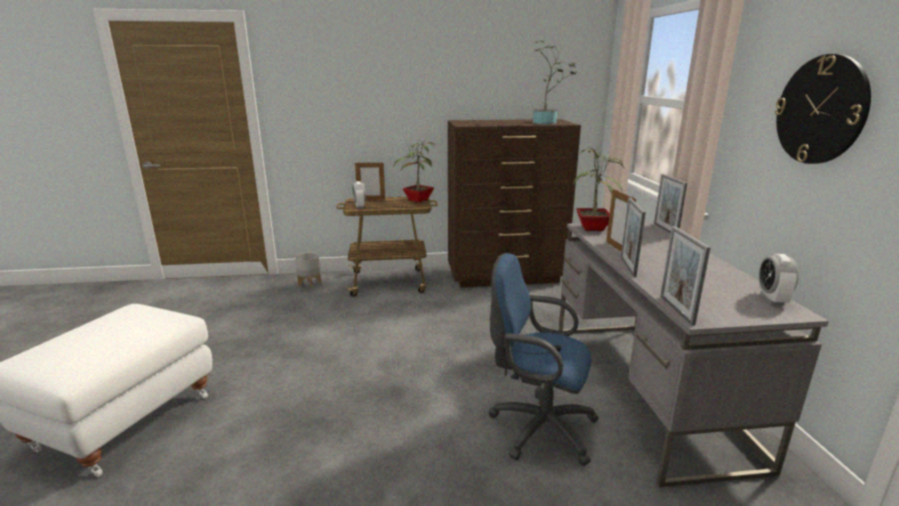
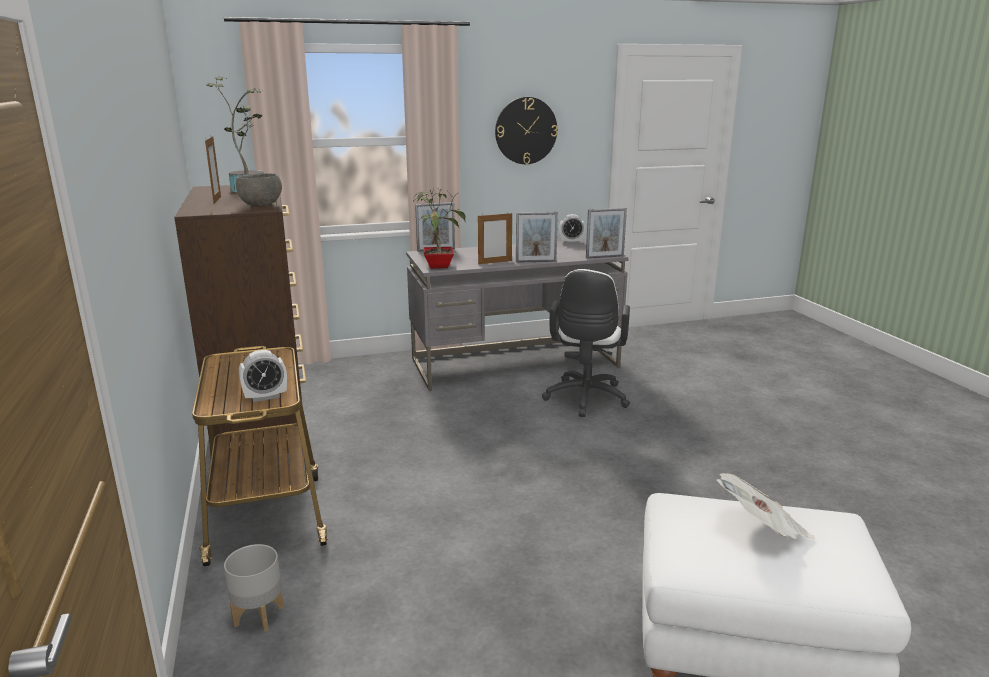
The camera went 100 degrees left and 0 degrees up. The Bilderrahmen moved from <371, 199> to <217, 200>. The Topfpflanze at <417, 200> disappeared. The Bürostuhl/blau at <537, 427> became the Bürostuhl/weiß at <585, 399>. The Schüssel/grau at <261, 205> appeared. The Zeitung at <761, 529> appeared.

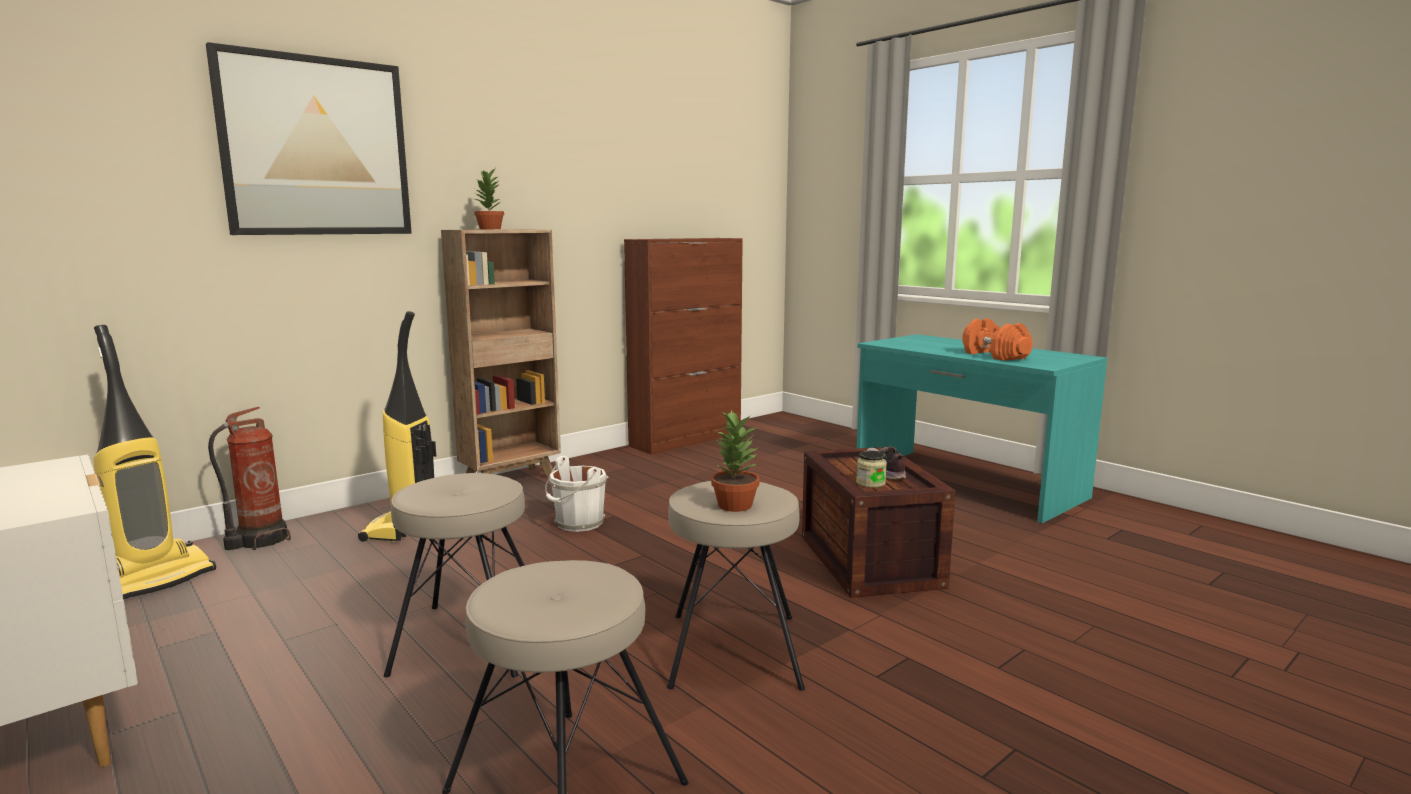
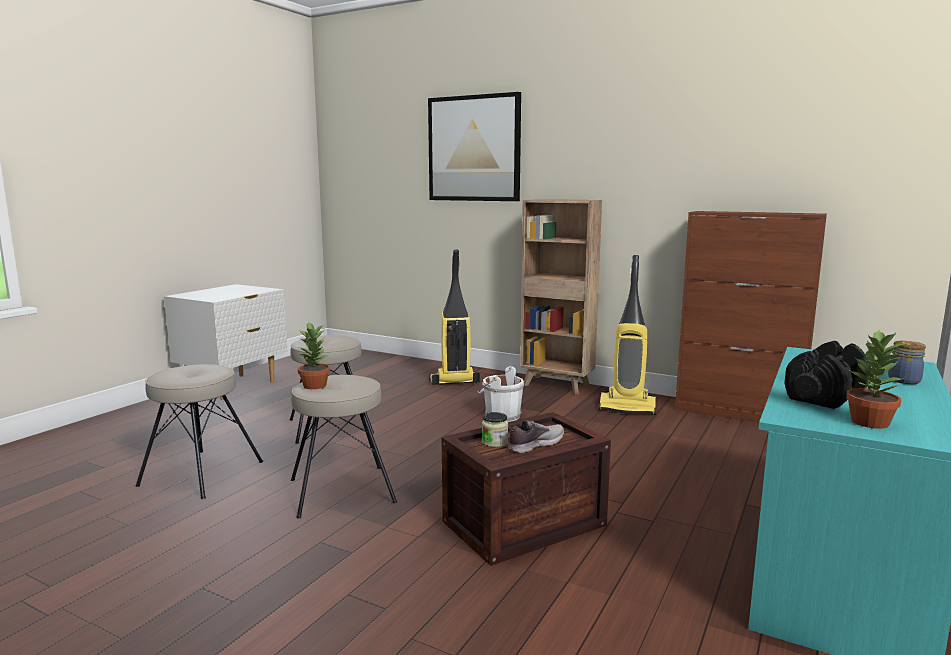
The camera went 70 degrees right and 0 degrees up. The Staubsauger moved from <155, 579> to <628, 408>. The Feuerlöscher at <259, 541> disappeared. The Topfpflanze moved from <490, 229> to <869, 422>. The Hantel/orange at <994, 355> became the Hantel/schwarz at <824, 395>. The Vorratsglas at <904, 380> appeared.

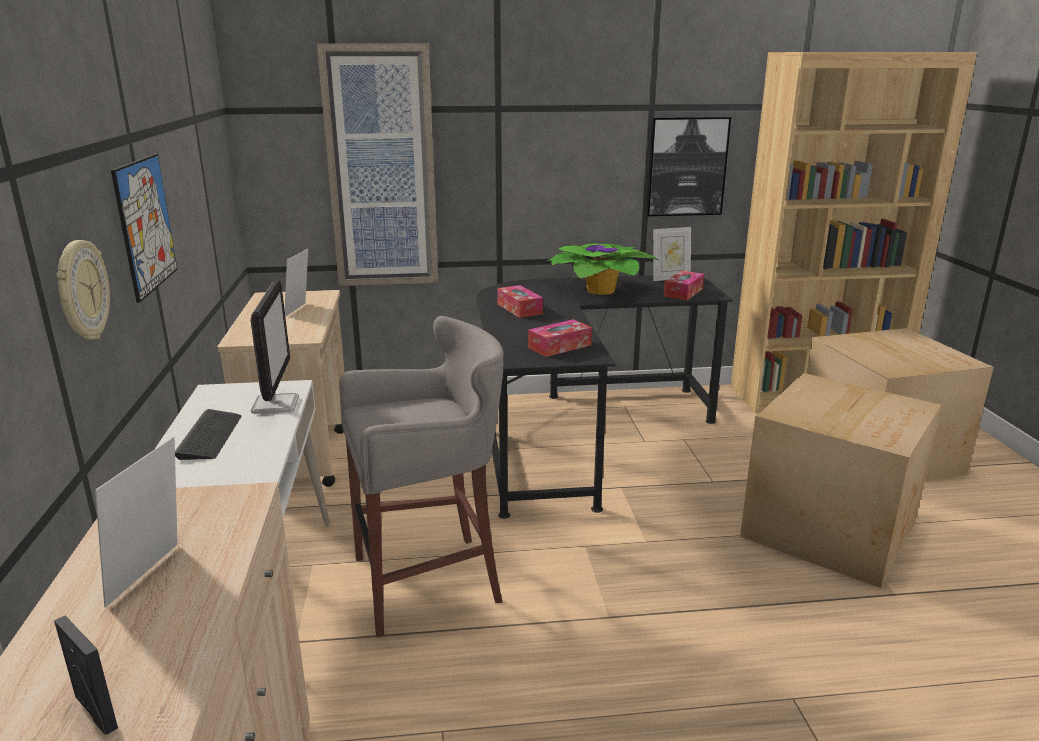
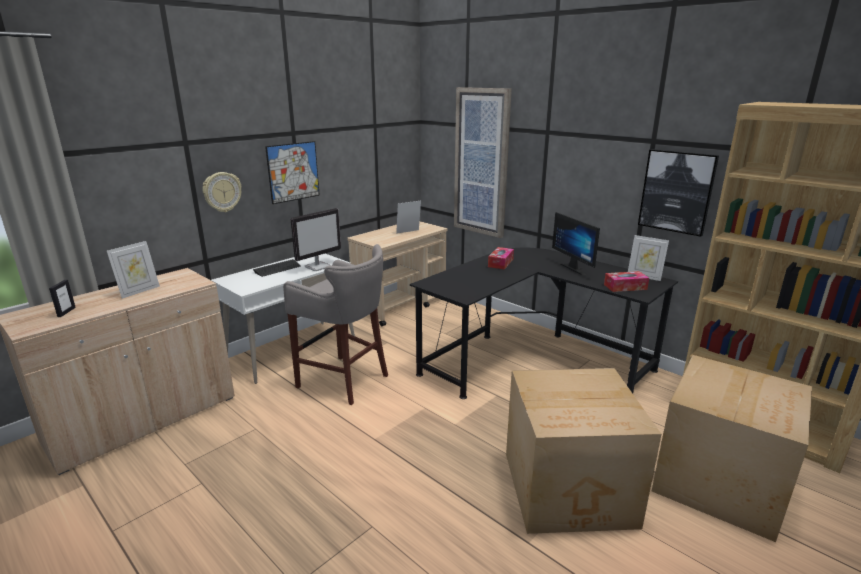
The camera went 50 degrees right and 0 degrees up. The Bilderrahmen at <152, 575> turned 150 degrees clockwise. The Taschentuchbox at <559, 346> disappeared. The Topfpflanze at <601, 290> was replaced by the Monitor at <576, 268>.

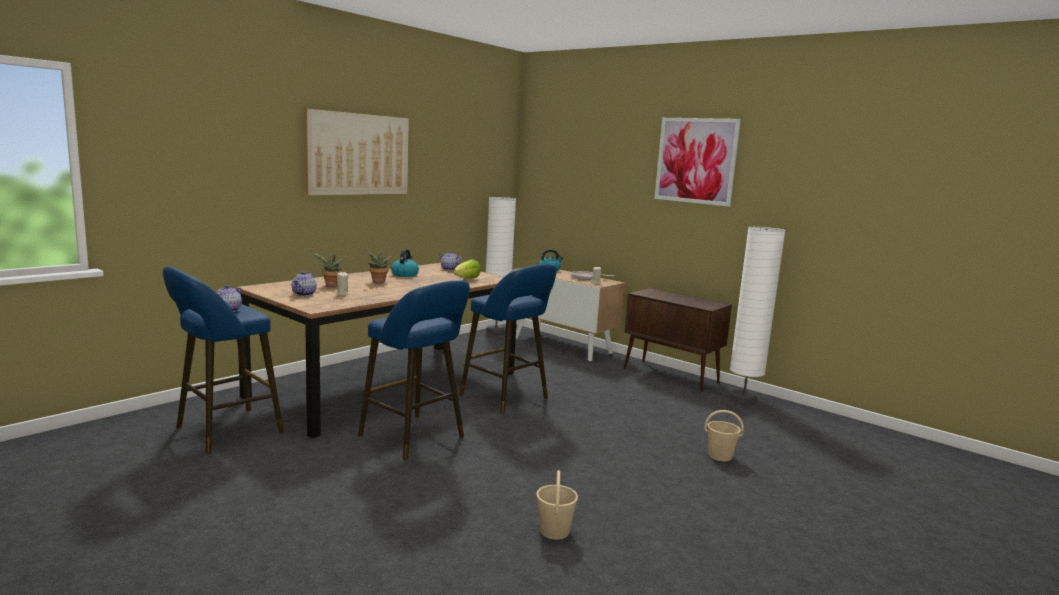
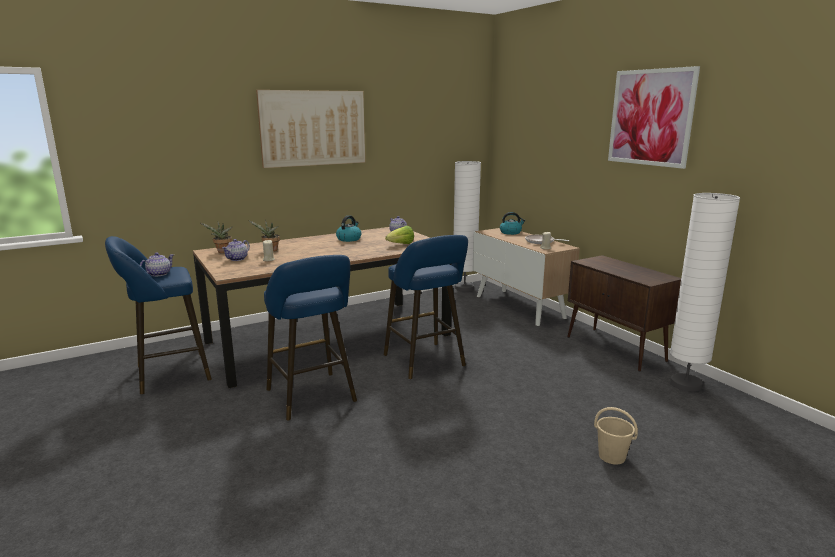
The camera went 20 degrees right and 5 degrees up. The Topfpflanze moved from <378, 282> to <222, 252>. The Eimer/beige at <554, 531> disappeared.

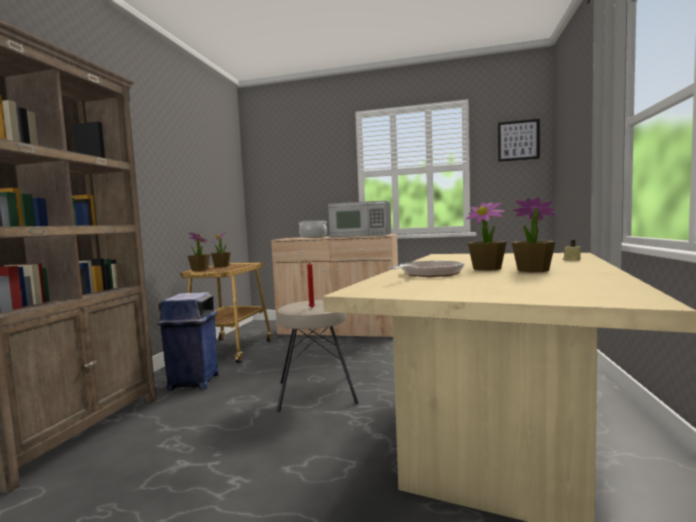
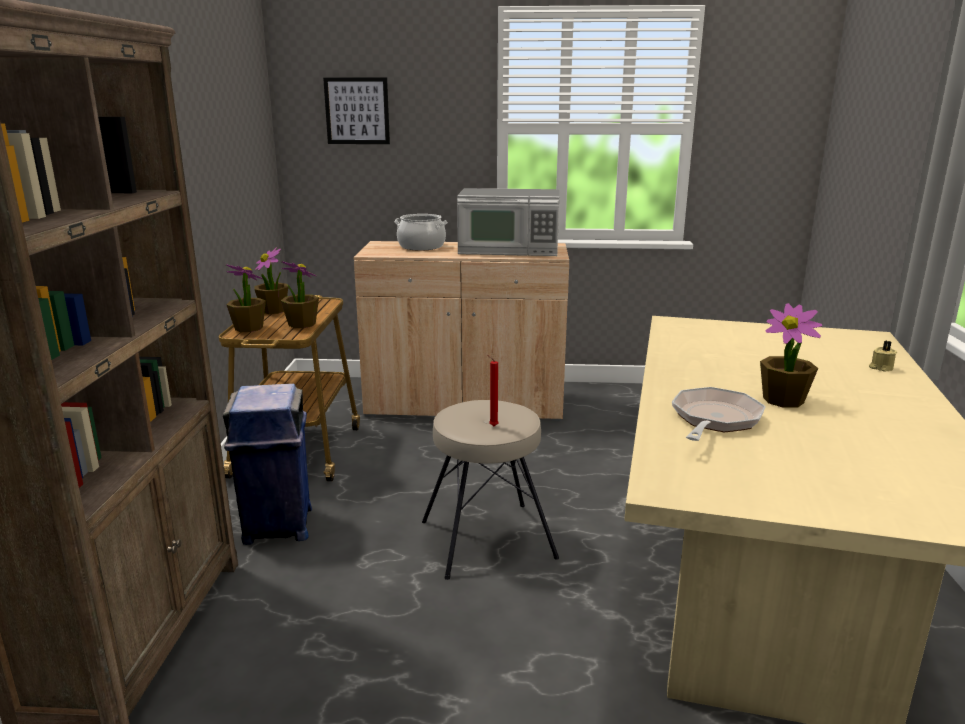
The camera went 10 degrees left and 15 degrees up. The Bild moved from <518, 140> to <357, 111>. The Topfpflanze moved from <532, 270> to <301, 324>.

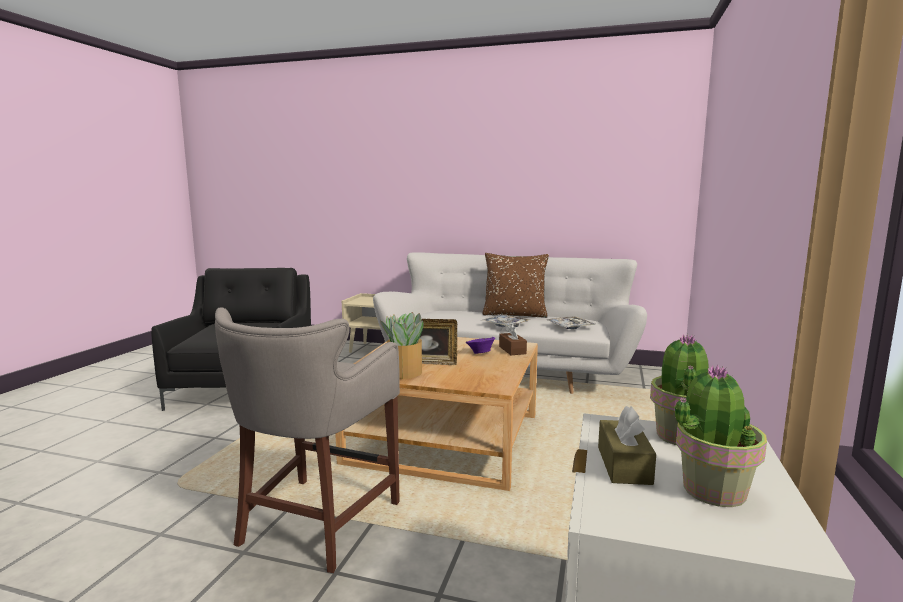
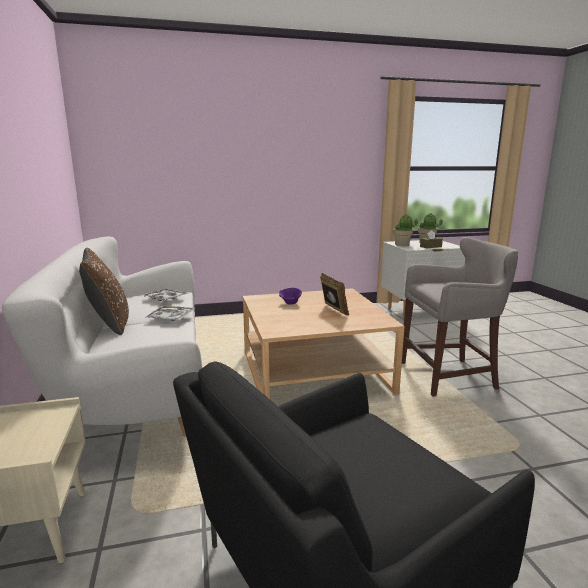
The camera went 120 degrees left and 5 degrees up. The Topfpflanze at <403, 373> disappeared. The Taschentuchbox/braun at <512, 350> disappeared.

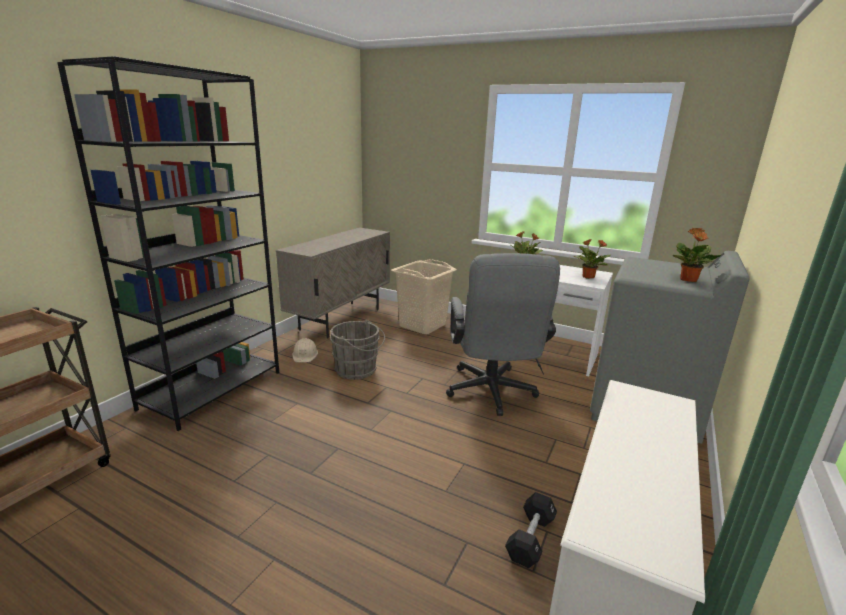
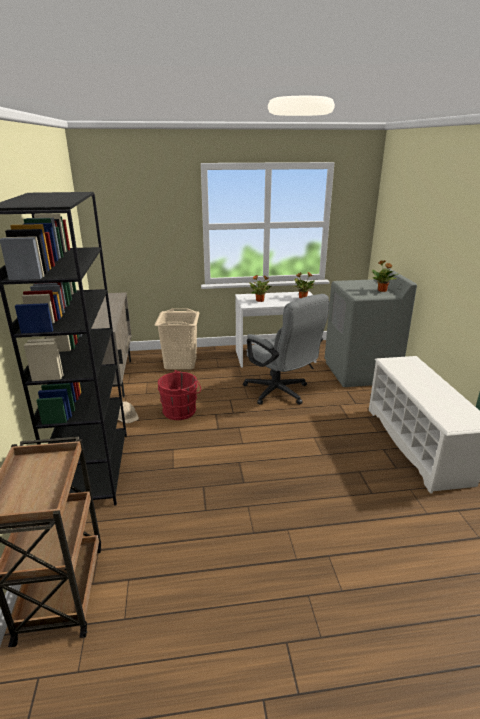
The camera went 35 degrees left and 5 degrees up. The Eimer/grau at <358, 370> became the Eimer/rot at <181, 411>. The Hantel/schwarz at <530, 538> disappeared.

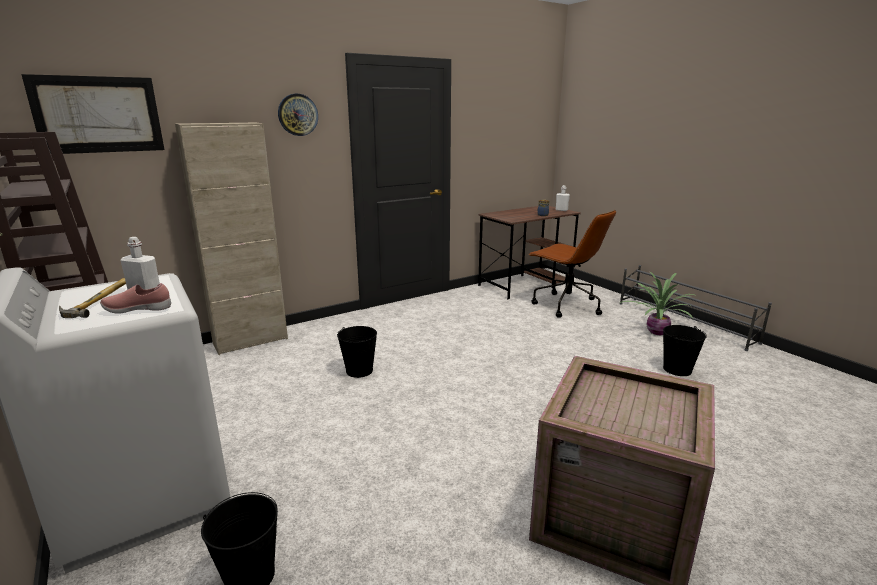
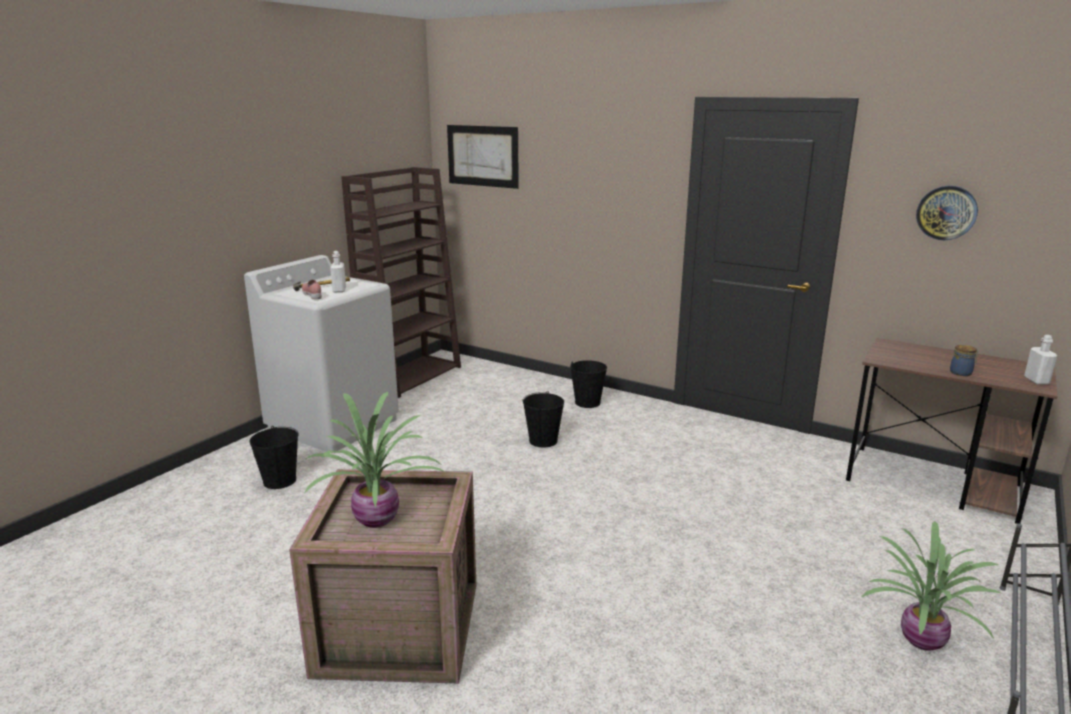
The camera went 65 degrees right and 0 degrees up. The Schrank/beige at <250, 341> disappeared. The Wanduhr moved from <298, 115> to <946, 212>. The Bürostuhl/braun at <566, 305> disappeared. The Eimer/schwarz moved from <677, 369> to <587, 402>. The Topfpflanze at <378, 518> appeared.

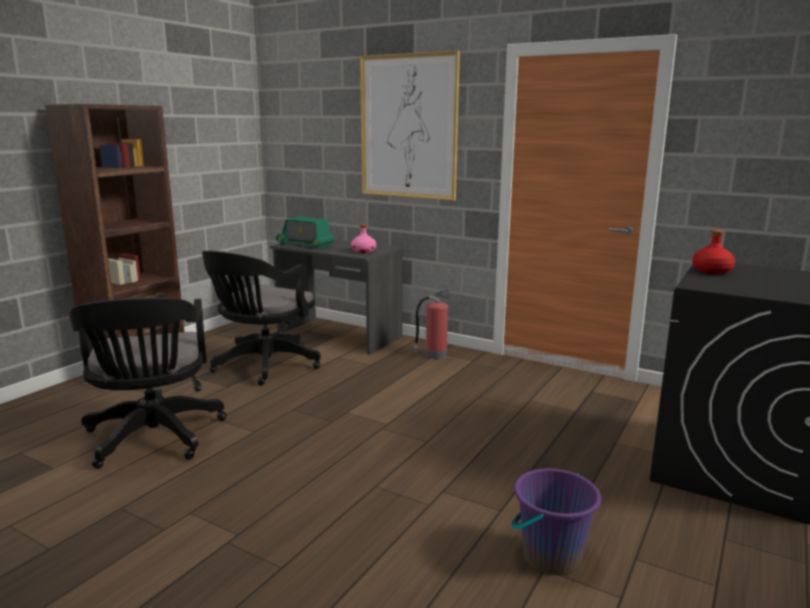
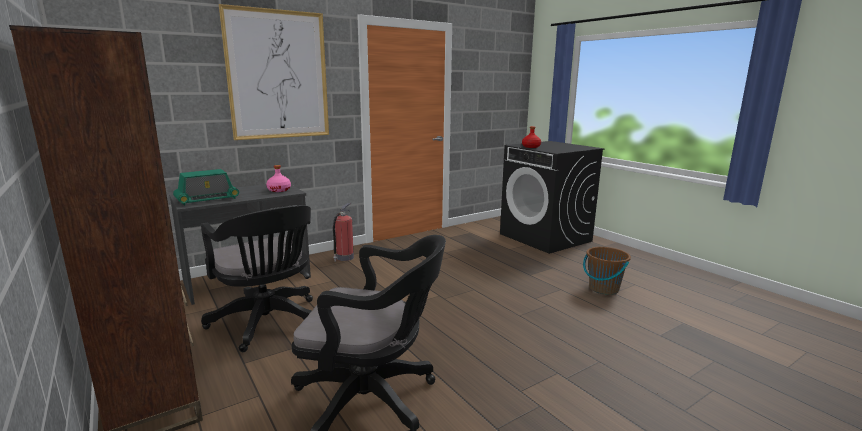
The camera went 65 degrees left and 0 degrees up. The Eimer/lila at <551, 556> became the Eimer/braun at <603, 289>.

